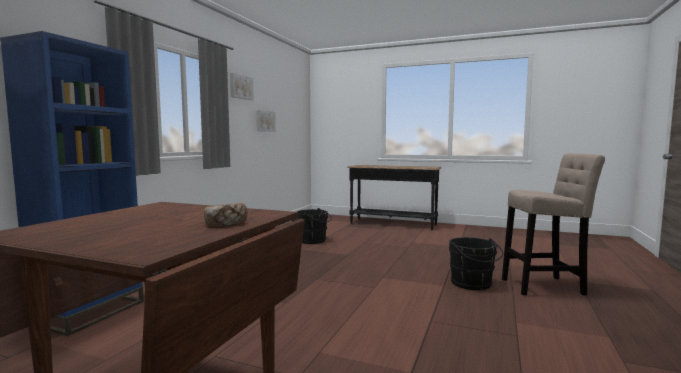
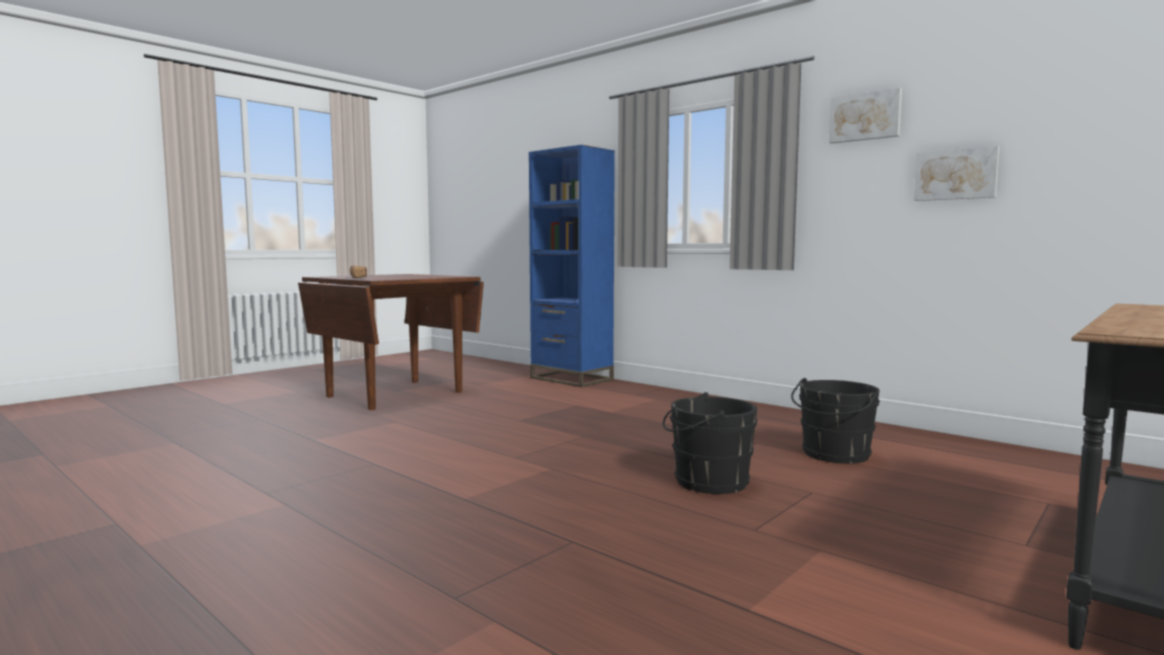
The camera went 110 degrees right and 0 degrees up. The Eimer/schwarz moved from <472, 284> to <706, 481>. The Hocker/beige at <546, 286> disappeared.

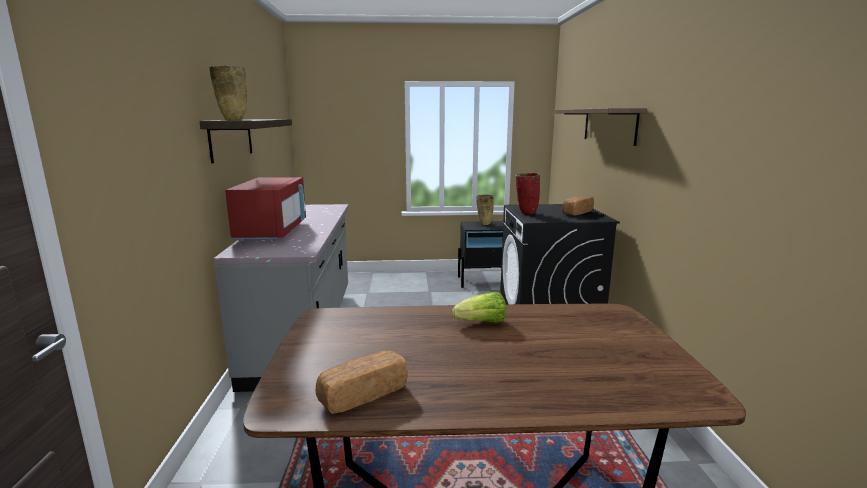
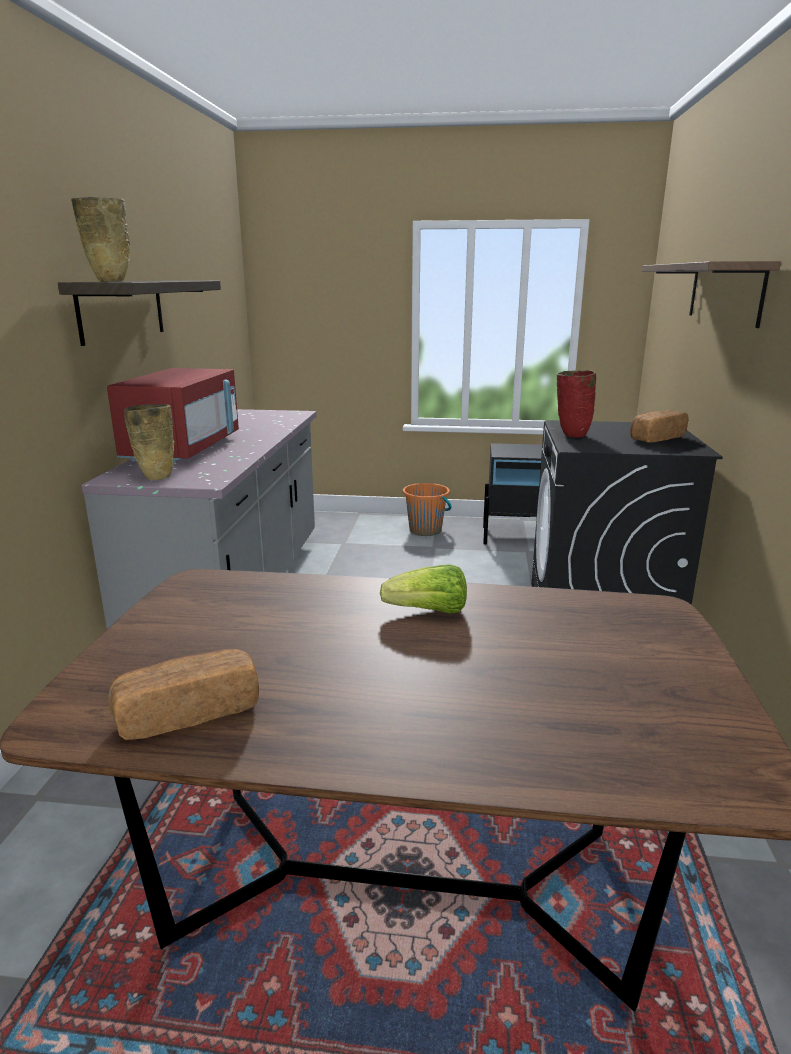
The camera went 10 degrees right and 5 degrees up. The Vase/beige moved from <484, 224> to <157, 477>. The Eimer/orange at <425, 530> appeared.

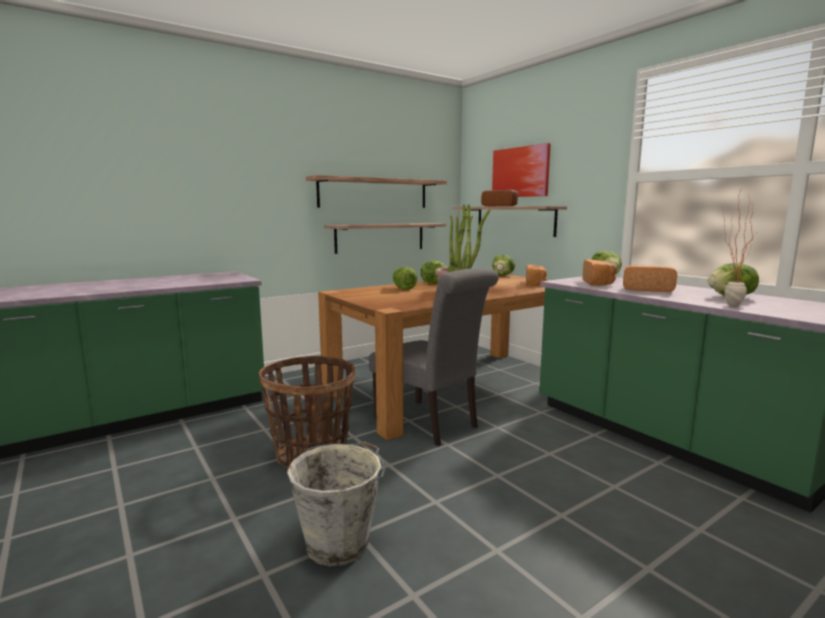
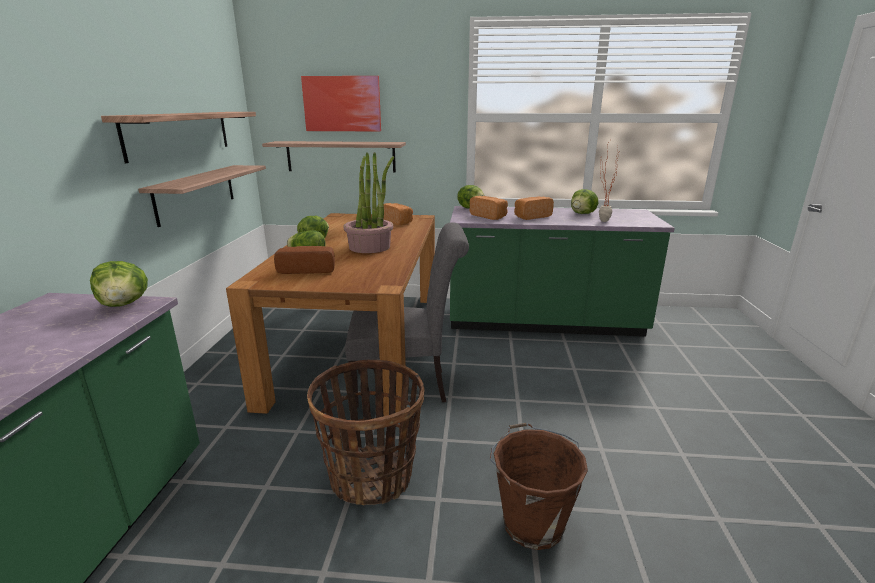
The camera went 50 degrees left and 10 degrees up. The Eimer/grau at <340, 543> became the Eimer/braun at <532, 522>. The Brot moved from <501, 206> to <307, 269>. The Salatkopf moved from <502, 275> to <124, 304>.

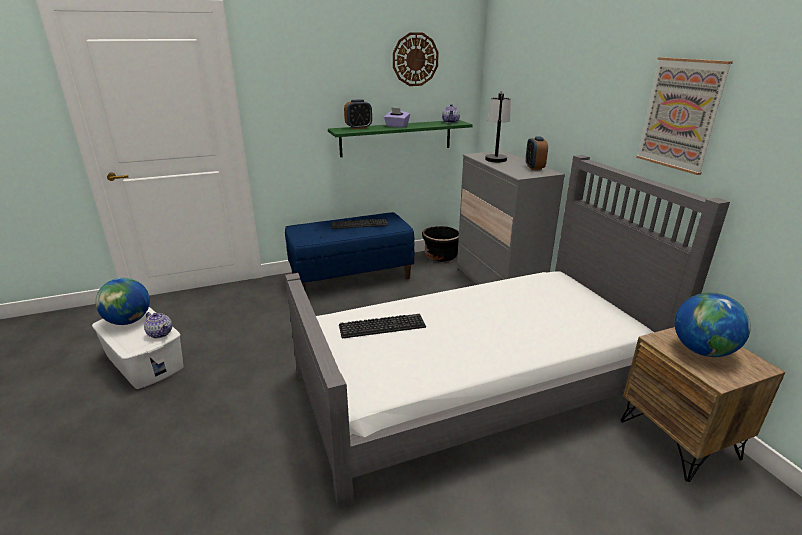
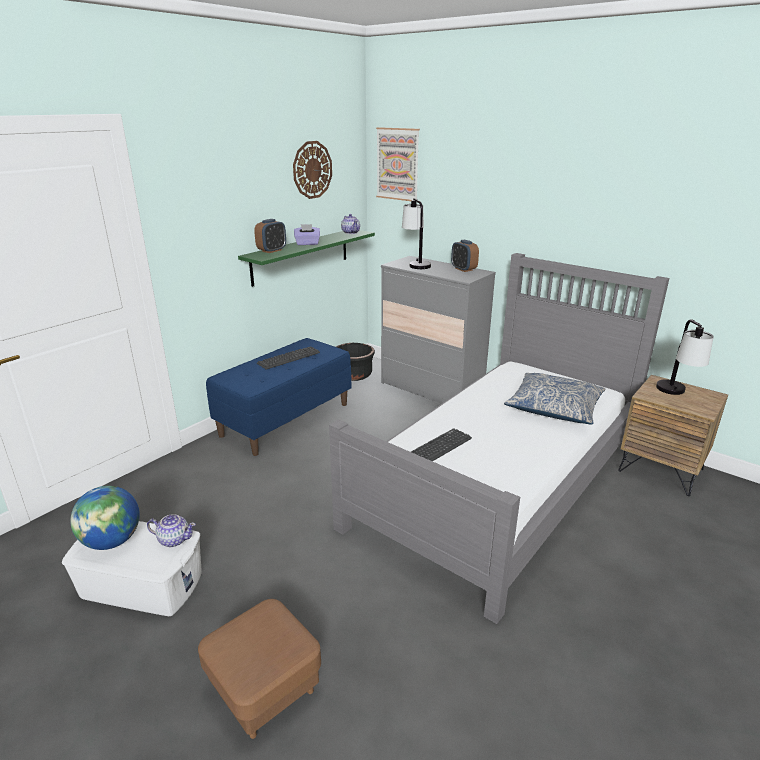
The camera went 30 degrees left and 0 degrees up. The Bild moved from <681, 114> to <398, 164>. The Globus at <702, 350> was replaced by the Tischlampe at <676, 394>. The Polsterhocker/braun at <264, 688> appeared. The Kissen at <554, 407> appeared.

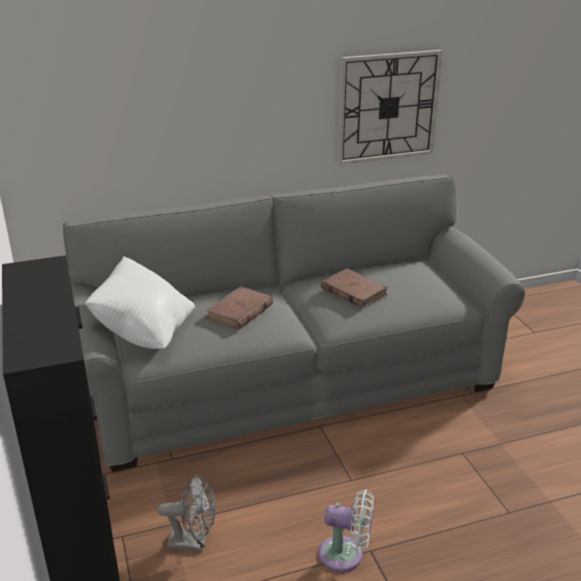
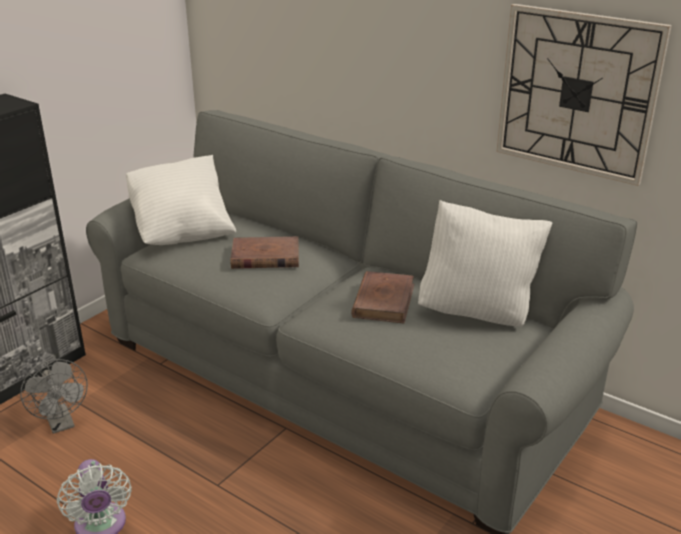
The camera went 55 degrees right and 0 degrees up. The Kissen/weiß at <478, 313> appeared.

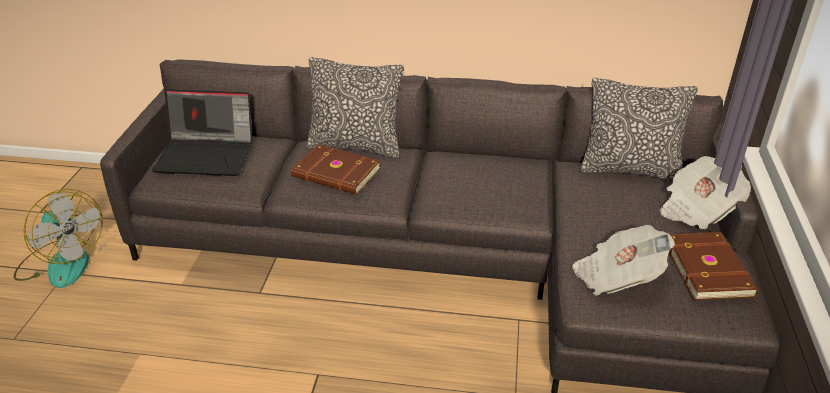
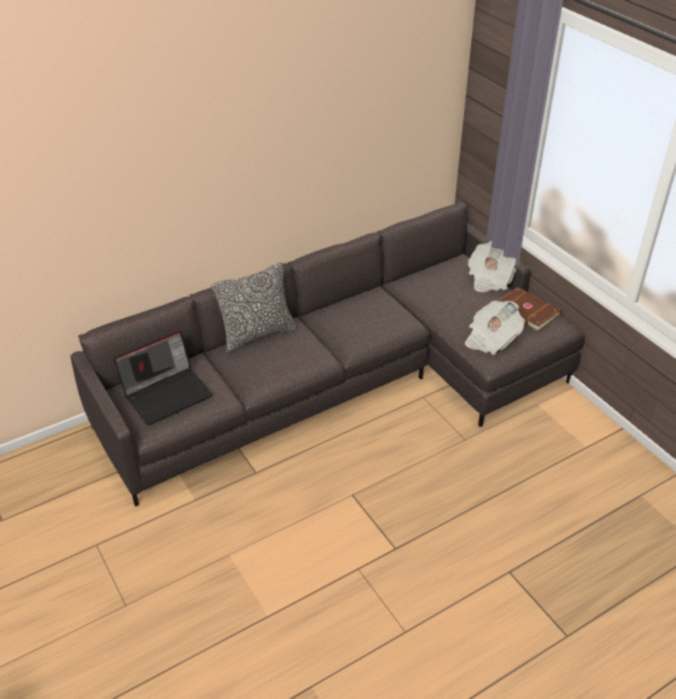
The camera went 40 degrees left and 5 degrees up. The Ventilator at <62, 262> disappeared. The Buch/braun at <336, 174> disappeared. The Kissen at <629, 169> disappeared.

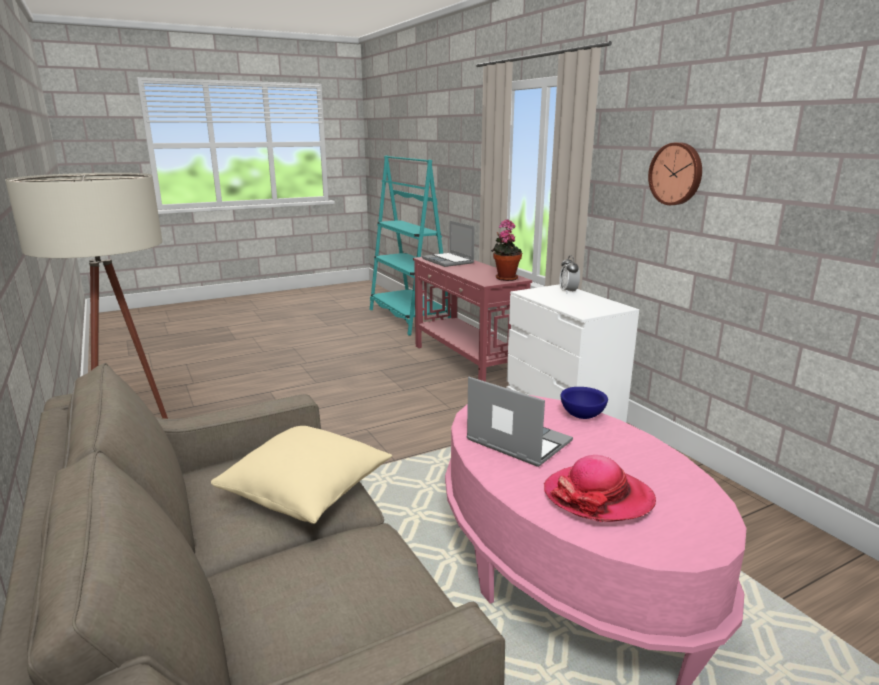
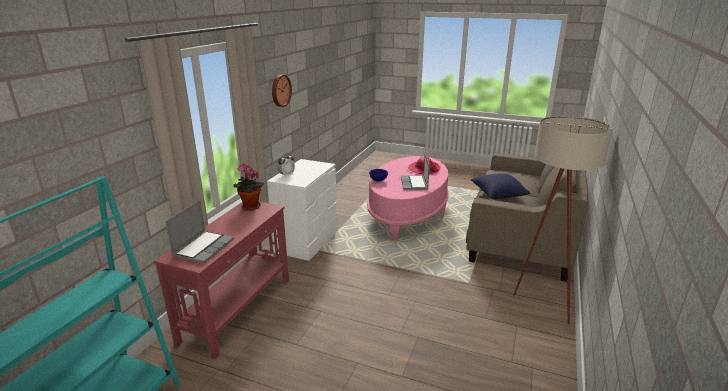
The camera went 130 degrees left and 5 degrees up. The Kissen/beige at <307, 493> became the Kissen/blau at <498, 195>.

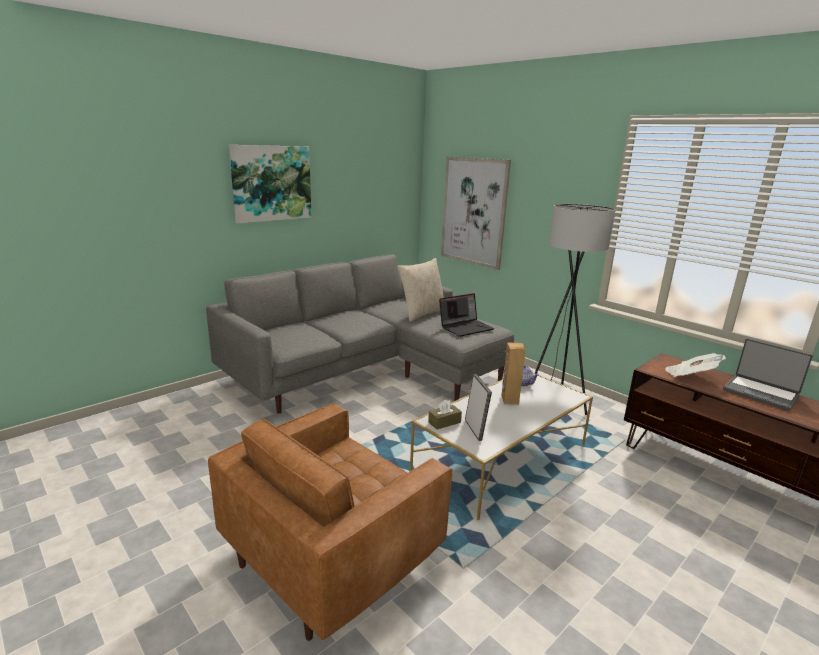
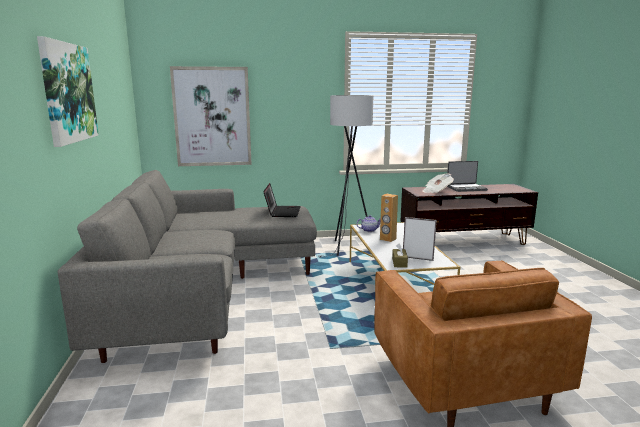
The camera went 55 degrees left and 5 degrees down. The Kissen/beige at <422, 313> disappeared.

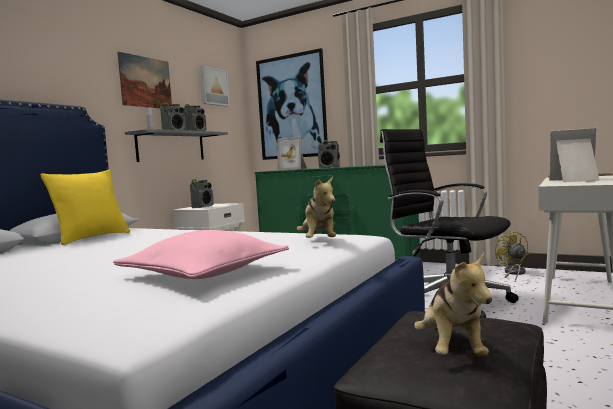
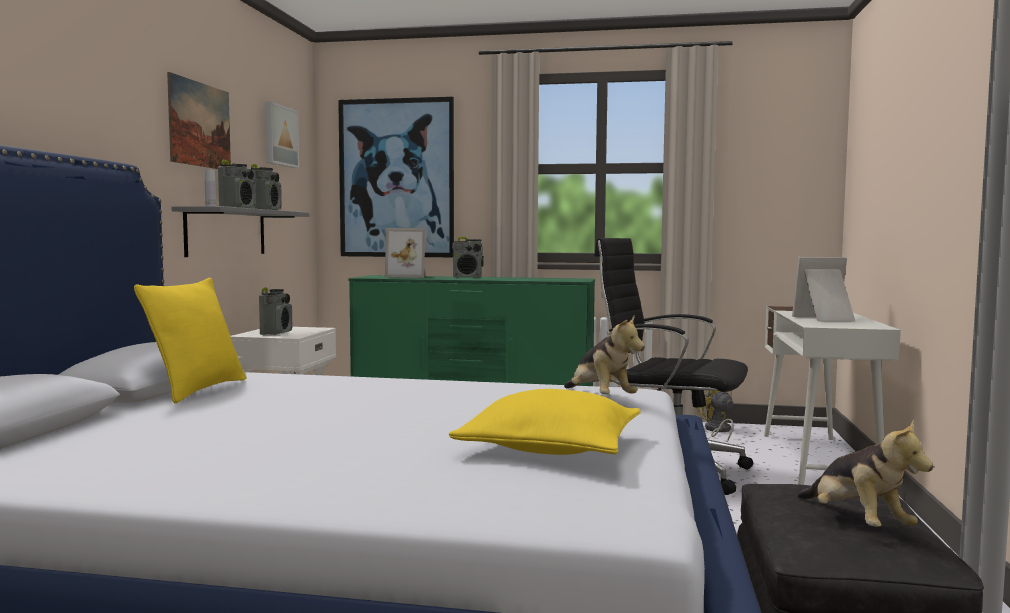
The camera went 20 degrees left and 0 degrees up. The Kissen/rosa at <205, 274> became the Kissen/gelb at <551, 447>.

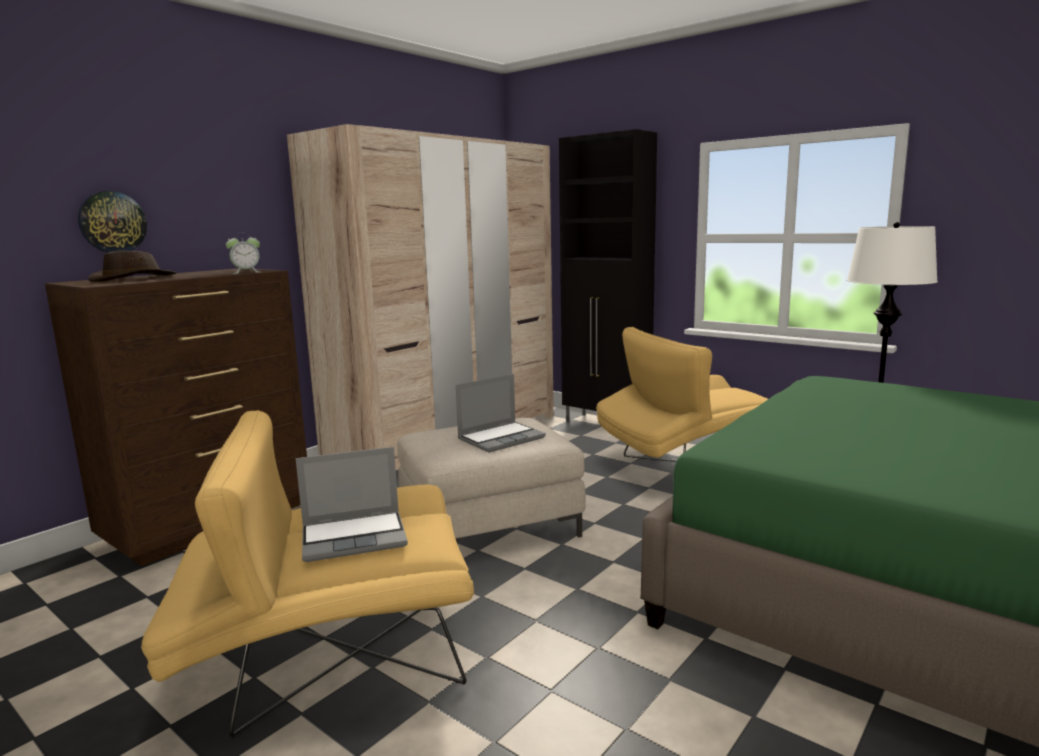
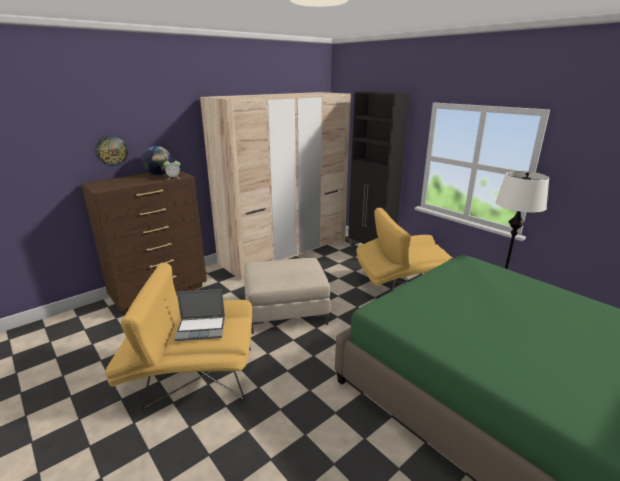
The camera went 10 degrees right and 10 degrees up. The Hut/braun at <133, 279> disappeared. The Laptop at <501, 438> disappeared. The Globus at <159, 174> appeared.

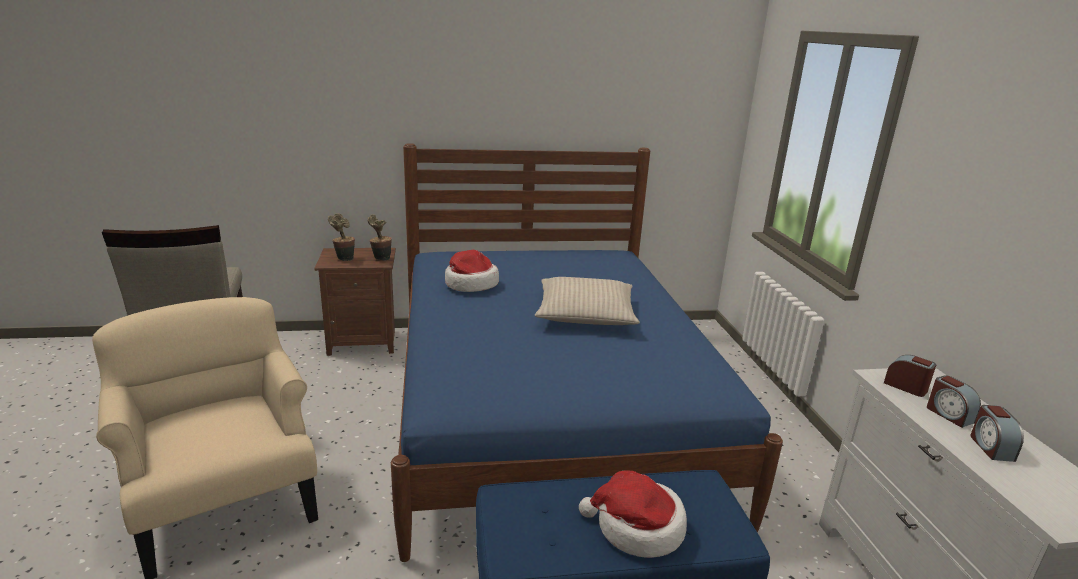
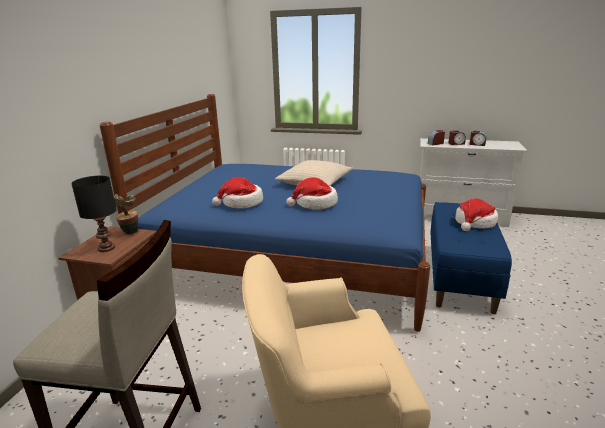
The camera went 65 degrees left and 0 degrees up. The Topfpflanze at <344, 258> was replaced by the Tischlampe/schwarz at <106, 248>. The Hut at <315, 204> appeared.

